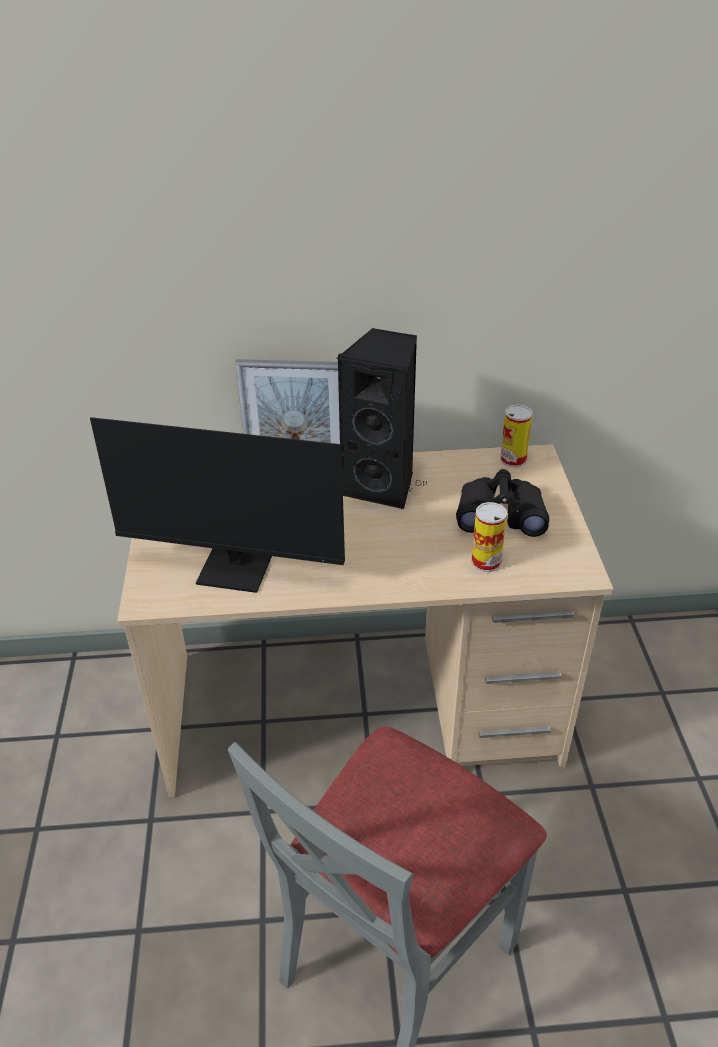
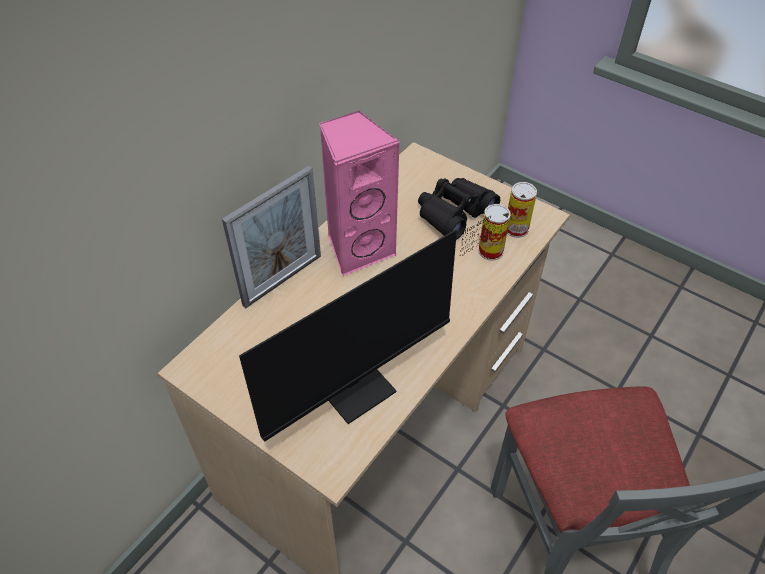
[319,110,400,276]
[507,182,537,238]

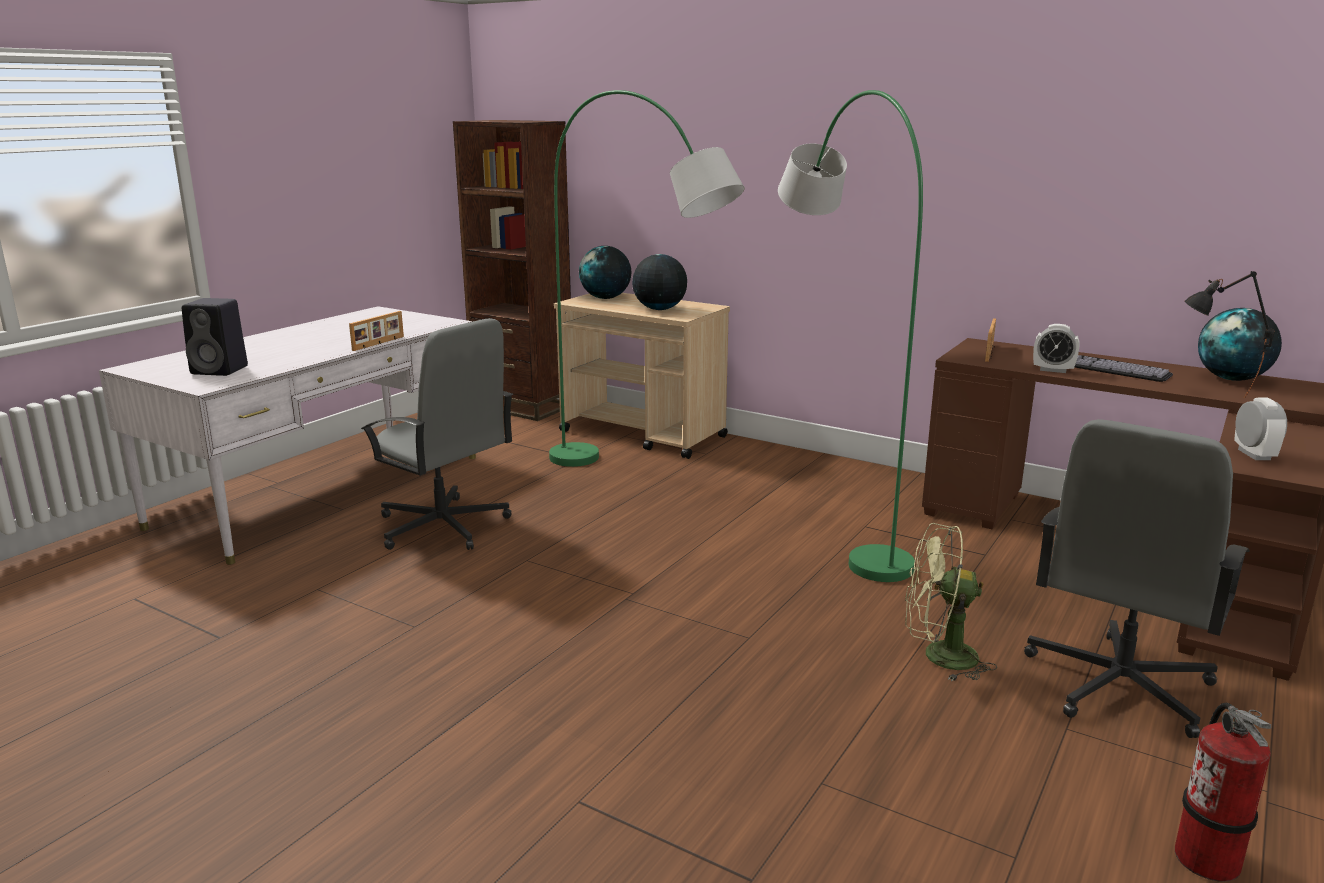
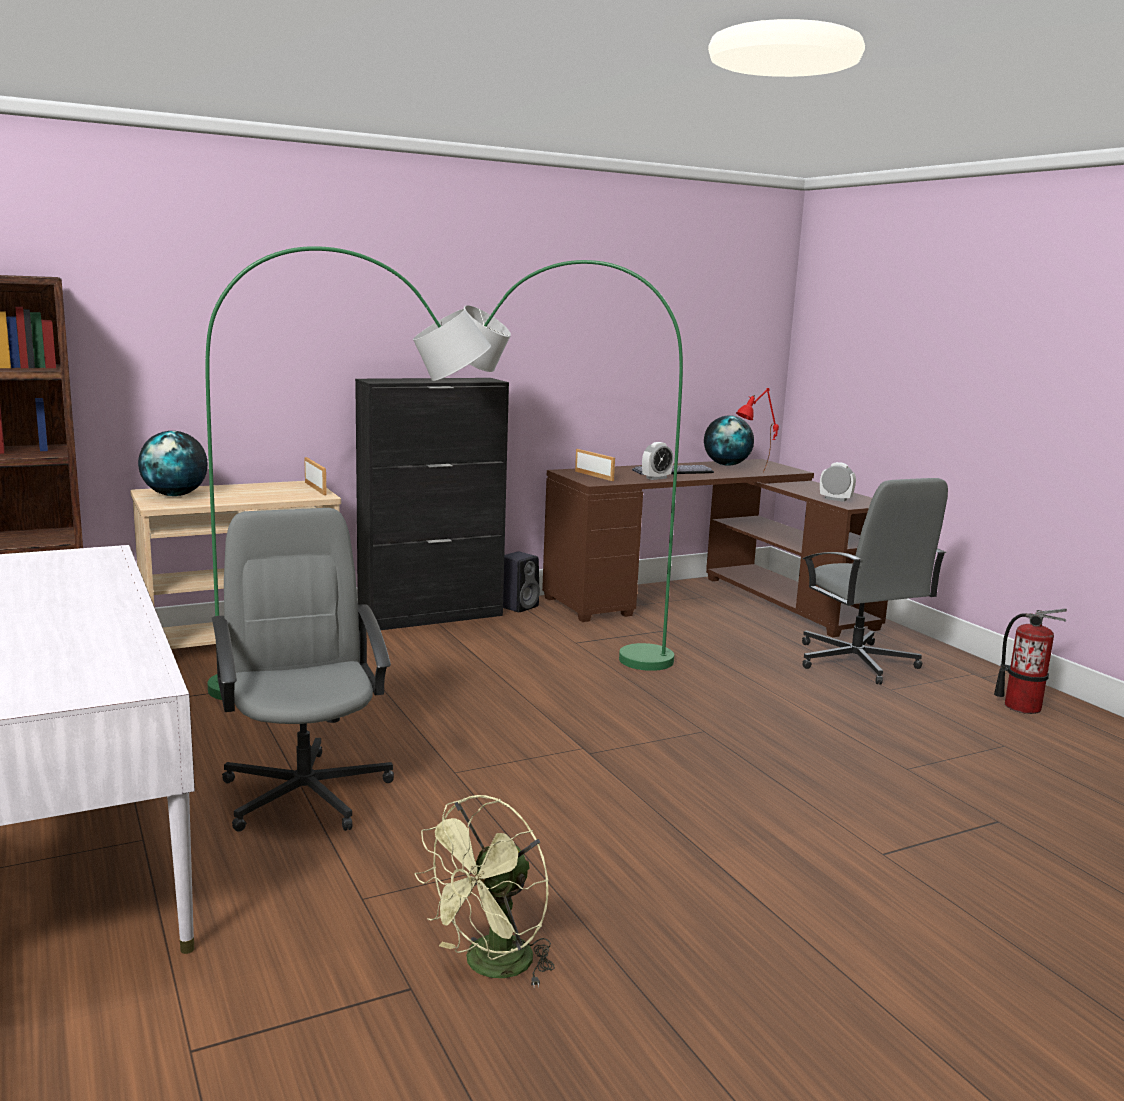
[503,552,540,612]
[304,457,327,495]
[212,508,394,832]
[632,254,687,310] (first image)
[415,795,555,988]
[736,388,779,473]
[355,378,509,630]

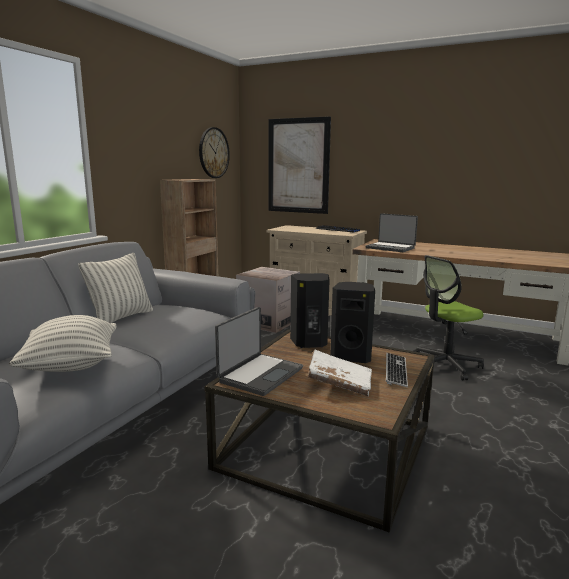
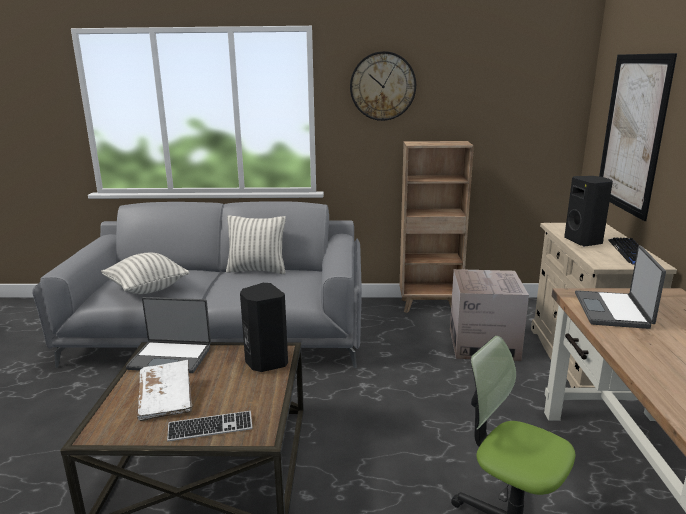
[350,51,416,121]
[564,176,613,247]

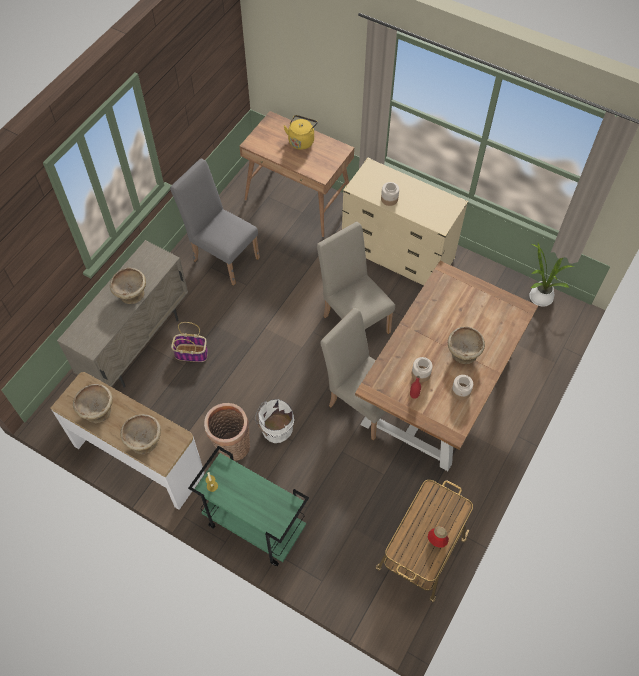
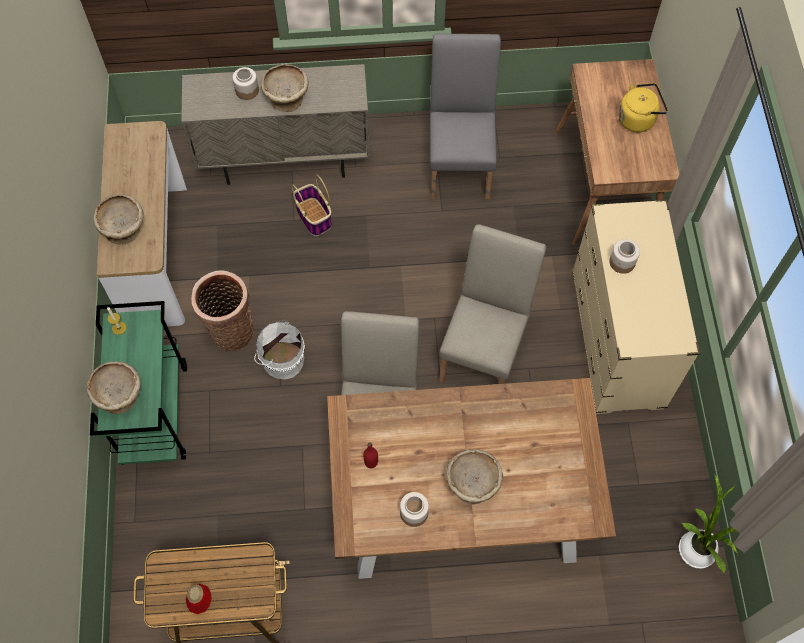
[86,361,141,414]
[233,67,259,100]

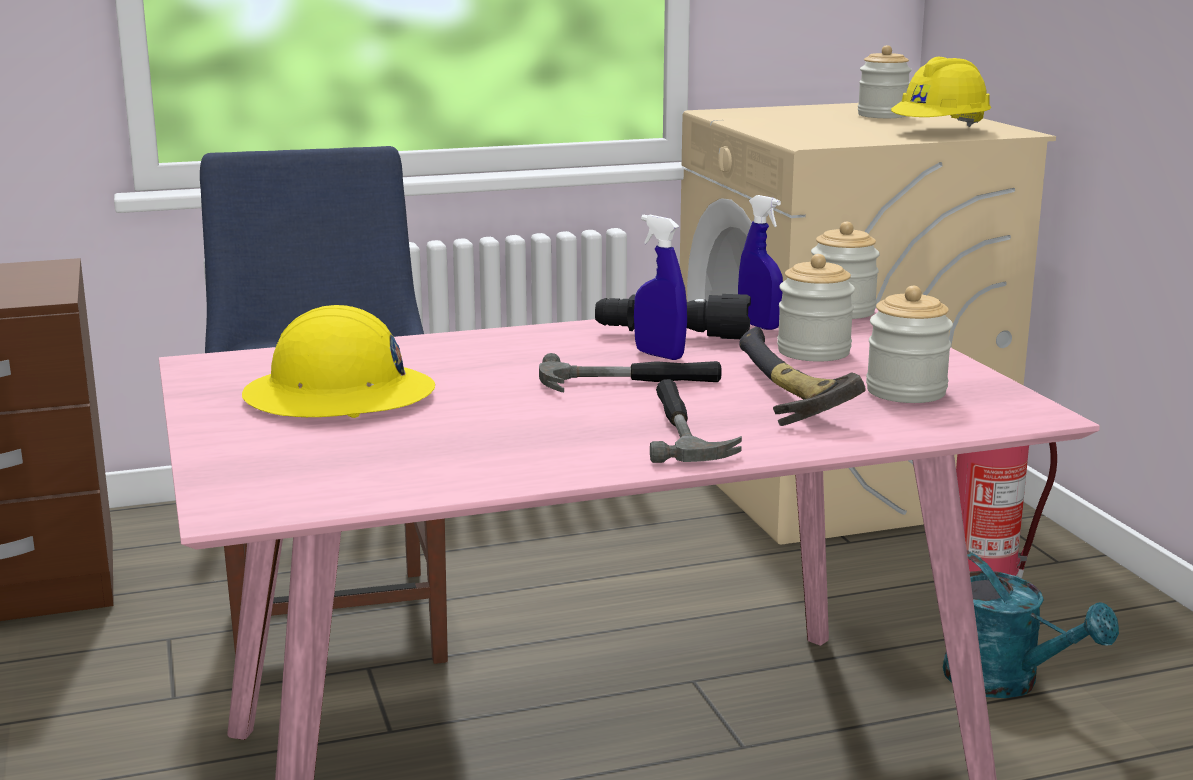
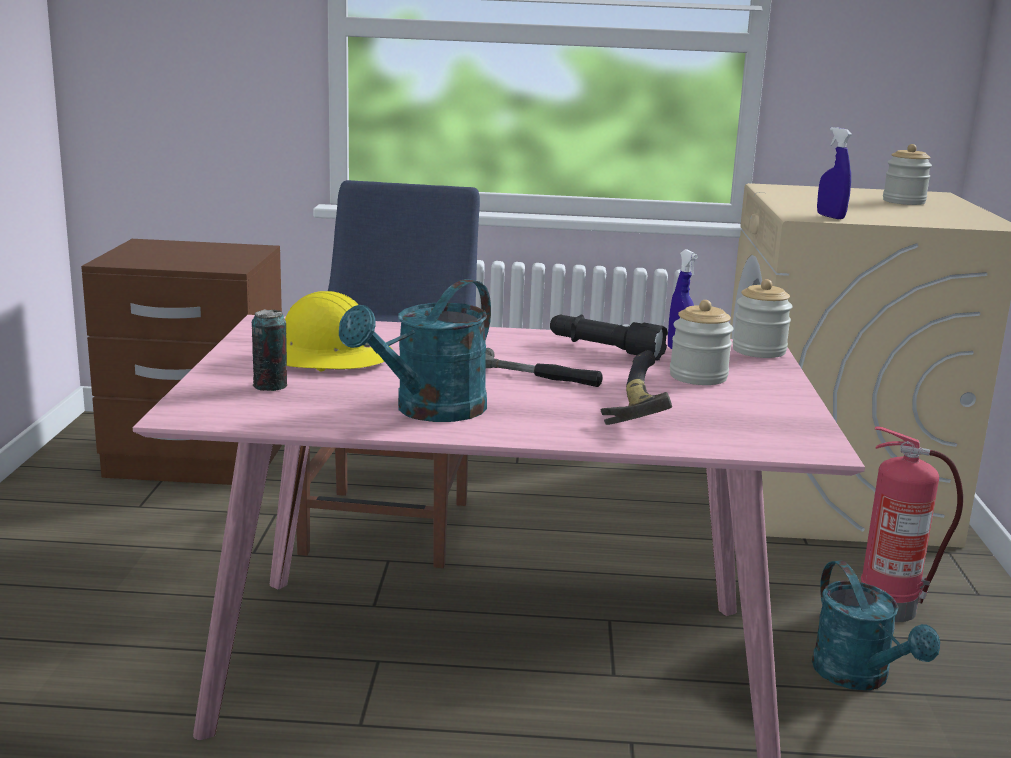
[817,127,852,219]
[650,379,742,463] (first image)
[866,286,953,403] (first image)
[891,57,991,127] (first image)
[252,309,287,391]
[339,279,491,422]

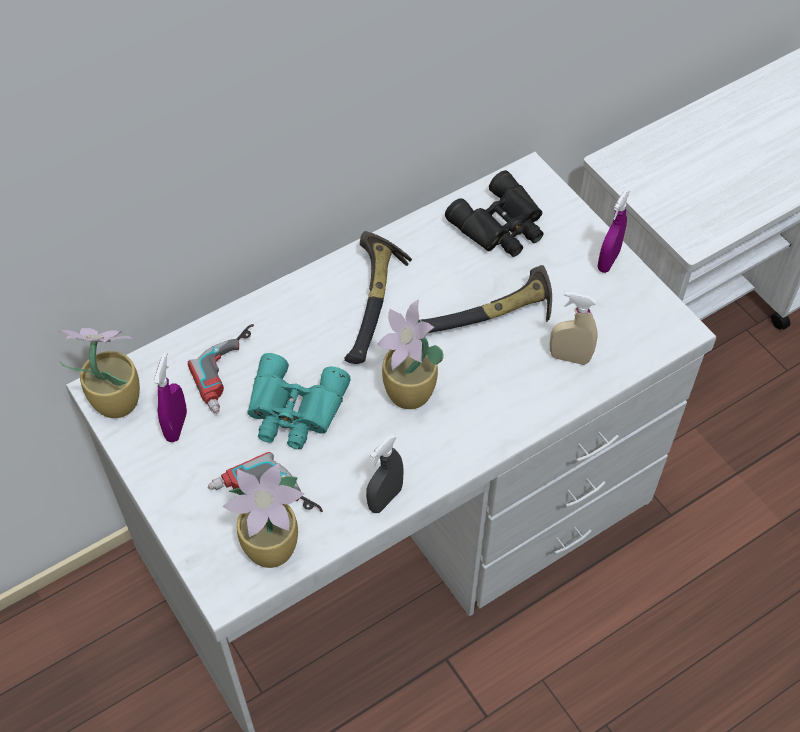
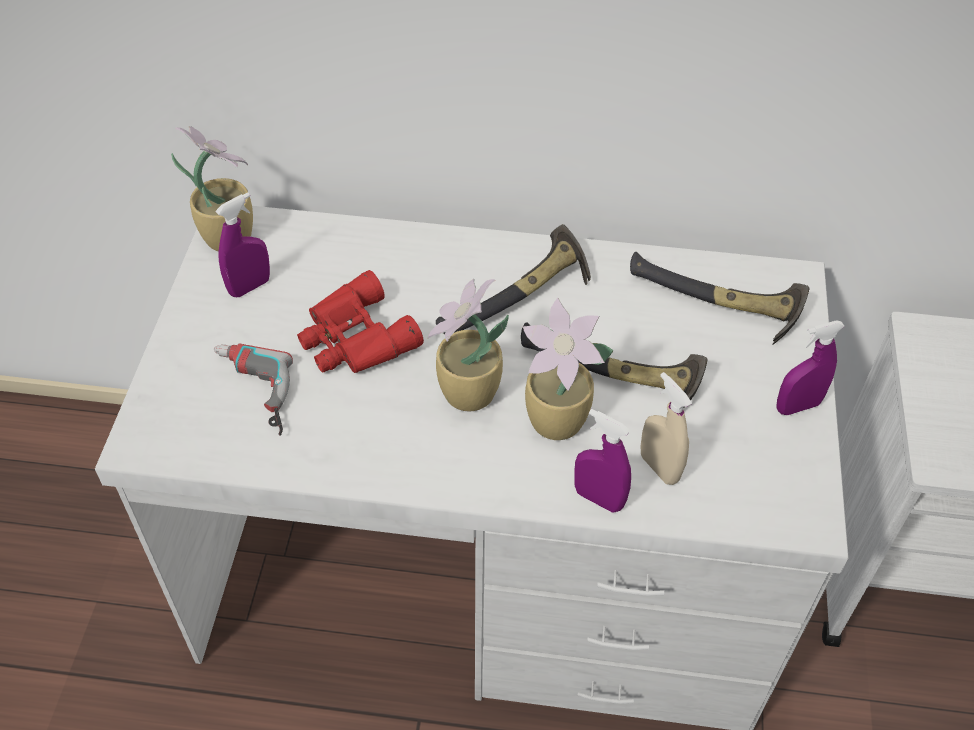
[188,324,254,414] (first image)
[523,298,613,440]
[297,270,424,373]
[366,434,404,513] (first image)
[630,252,809,345]
[574,409,631,513]

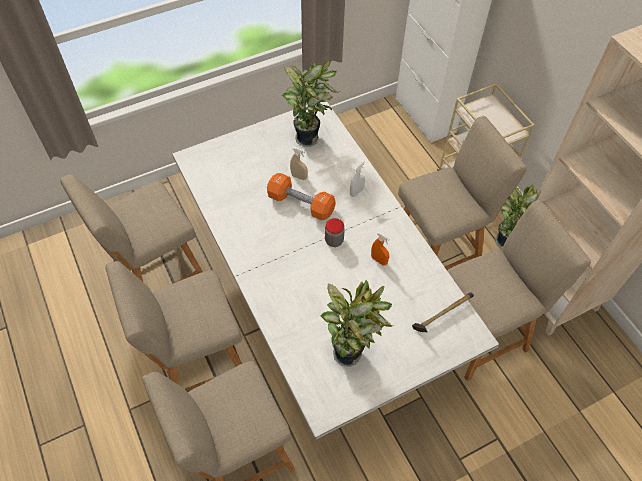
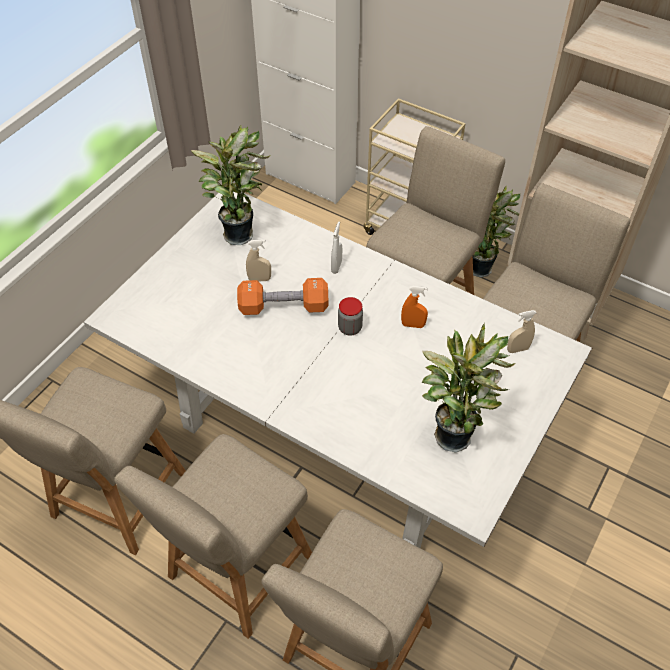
[507,310,536,353]

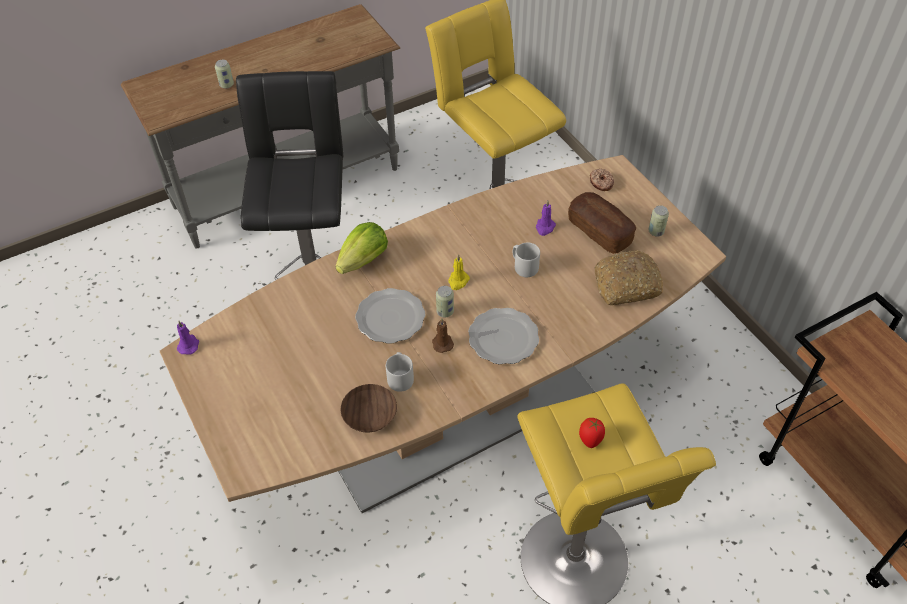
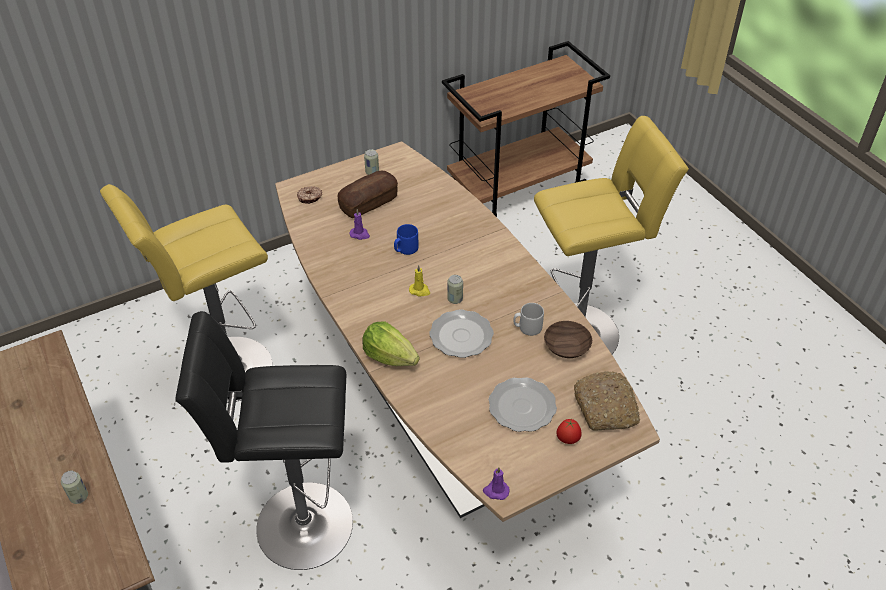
[432,319,454,353] (first image)
[489,377,557,432]
[394,224,419,255]
[556,419,582,444]
[574,371,640,431]

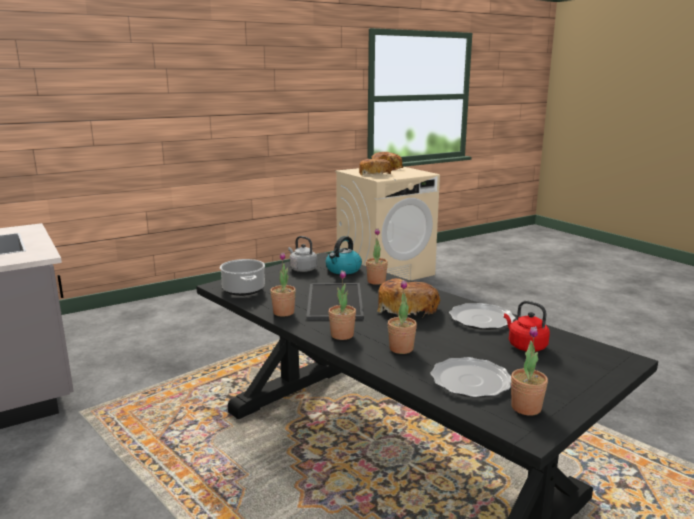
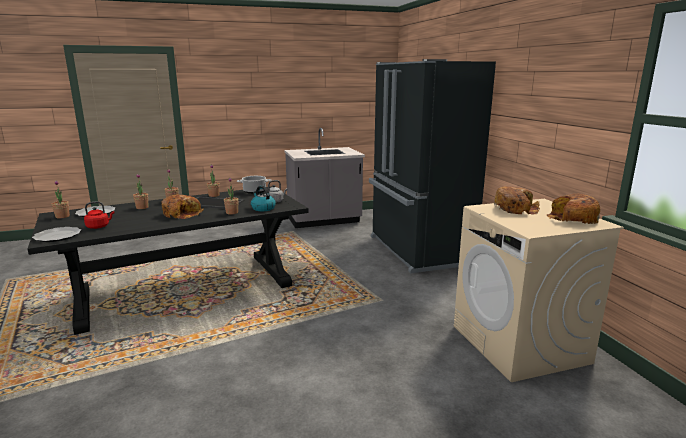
[32,227,81,242]
[369,59,496,274]

